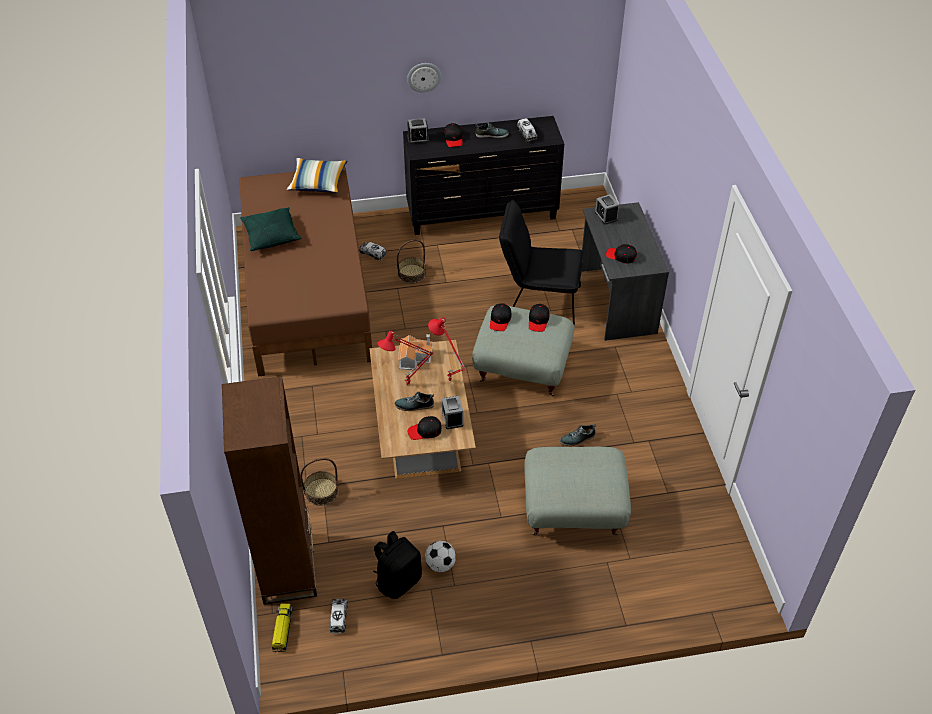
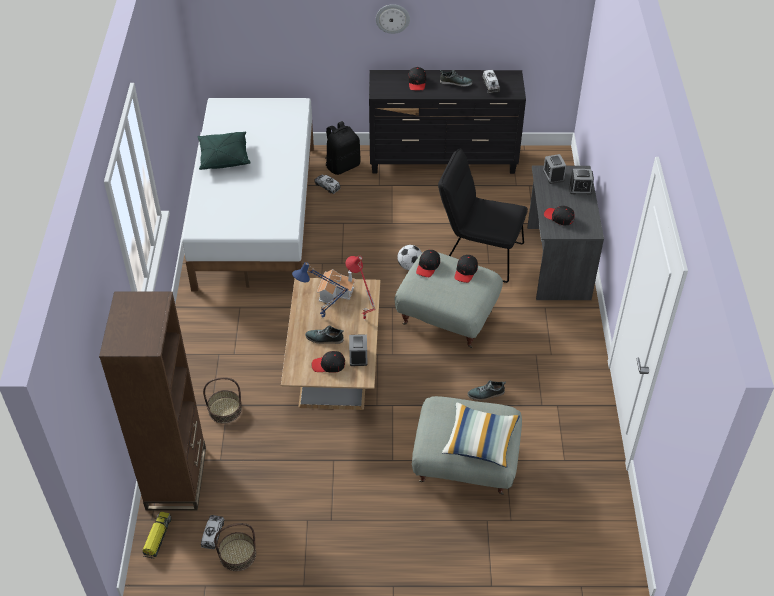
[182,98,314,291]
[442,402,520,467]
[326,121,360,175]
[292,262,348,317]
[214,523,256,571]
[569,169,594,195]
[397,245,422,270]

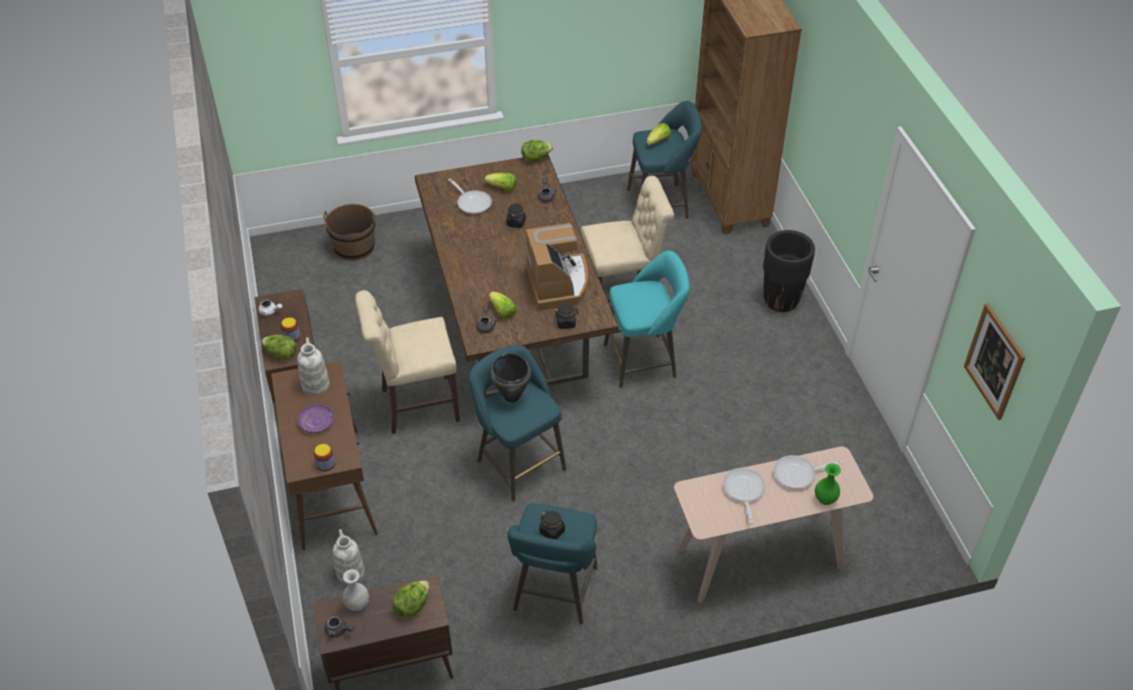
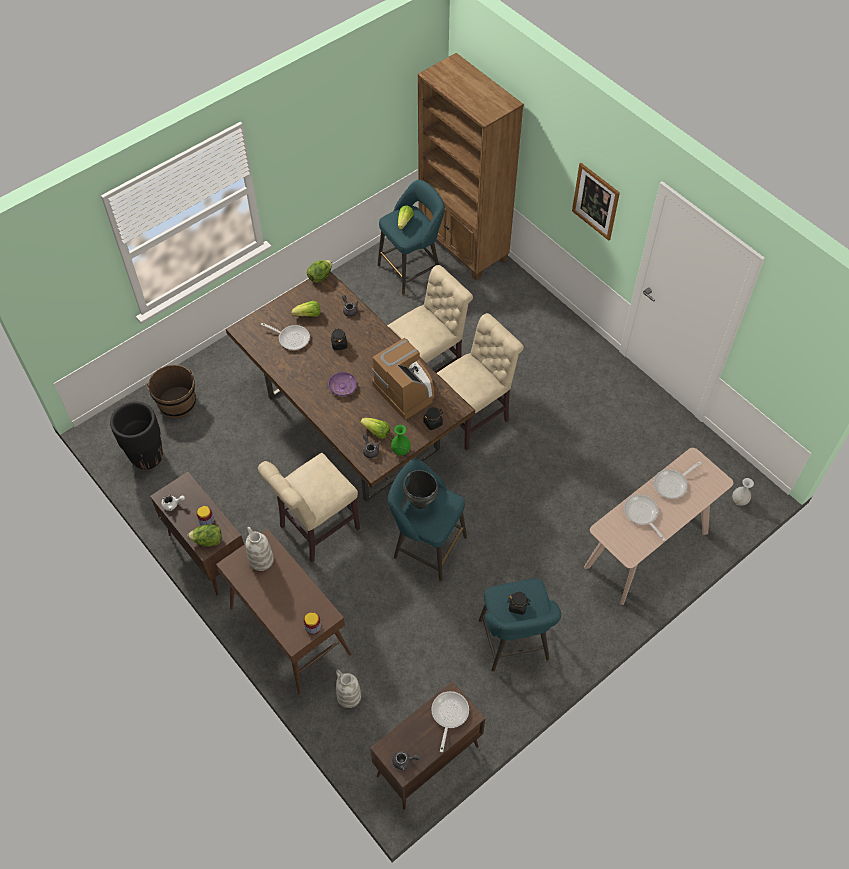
[328,372,357,396]
[732,478,754,506]
[431,691,469,752]
[437,313,524,451]
[110,401,163,470]
[391,425,411,456]
[572,163,620,241]

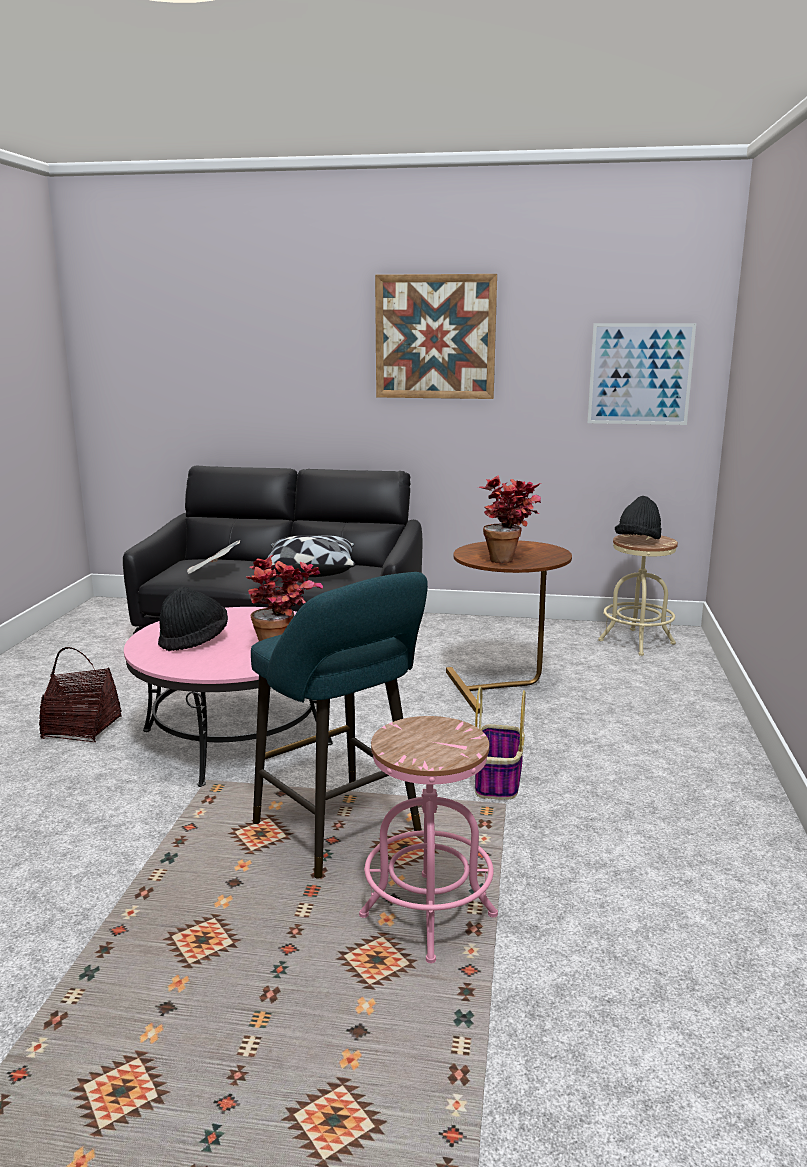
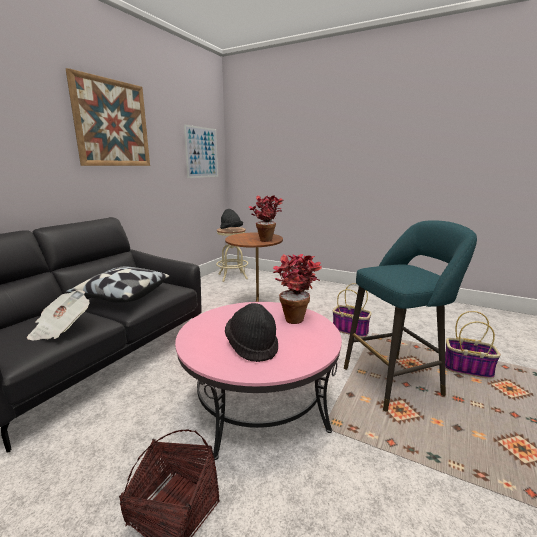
[445,311,501,379]

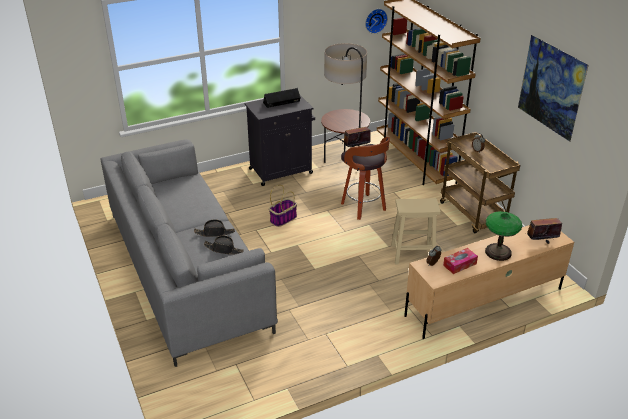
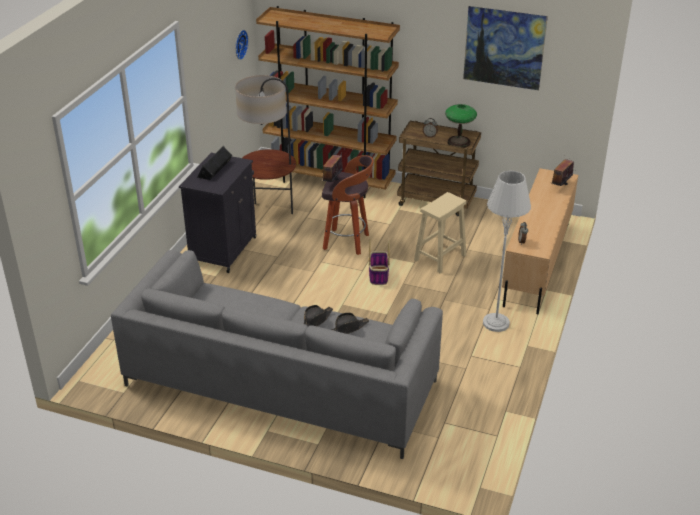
[369,239,390,285]
[443,248,478,274] (first image)
[445,104,477,148]
[483,171,531,332]

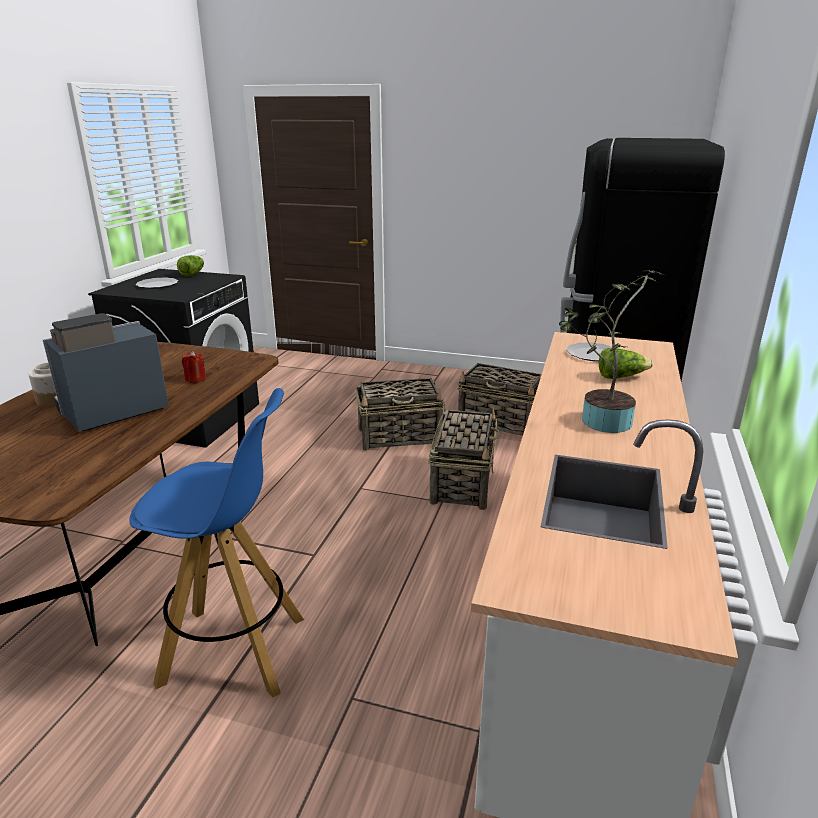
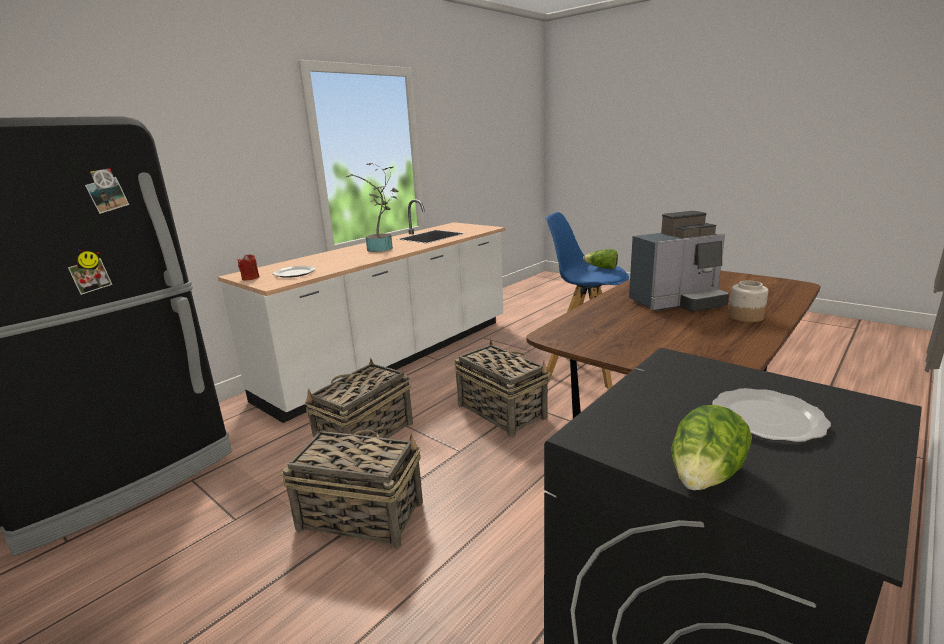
[238,254,260,281]
[454,339,550,437]
[583,249,618,269]

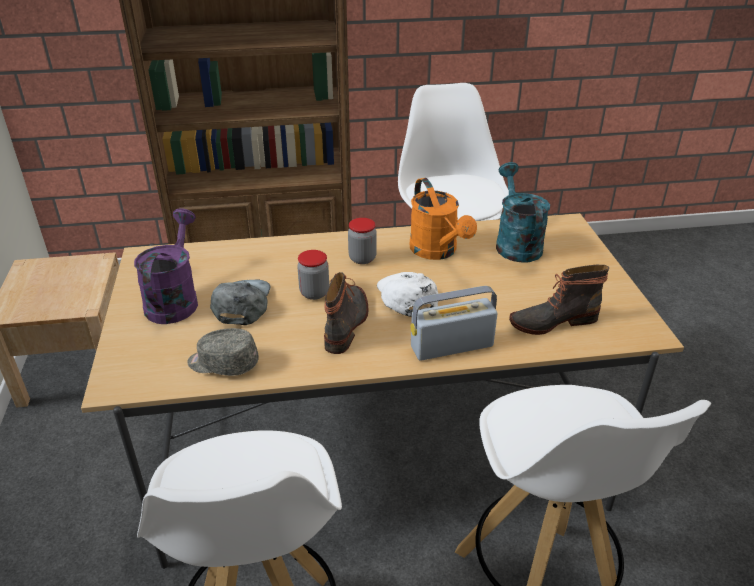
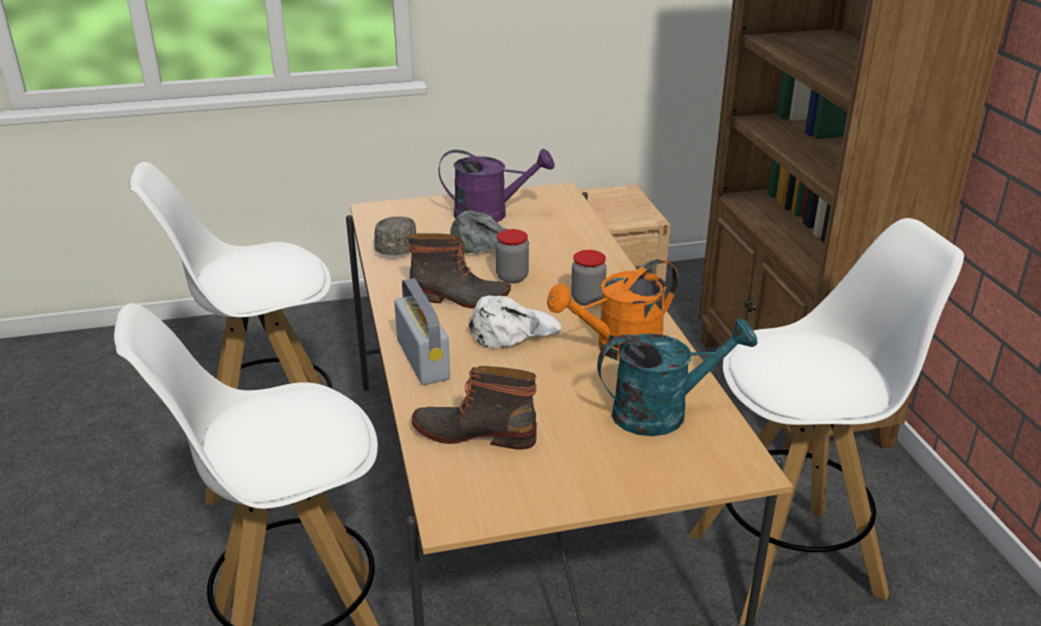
[412,366,537,450]

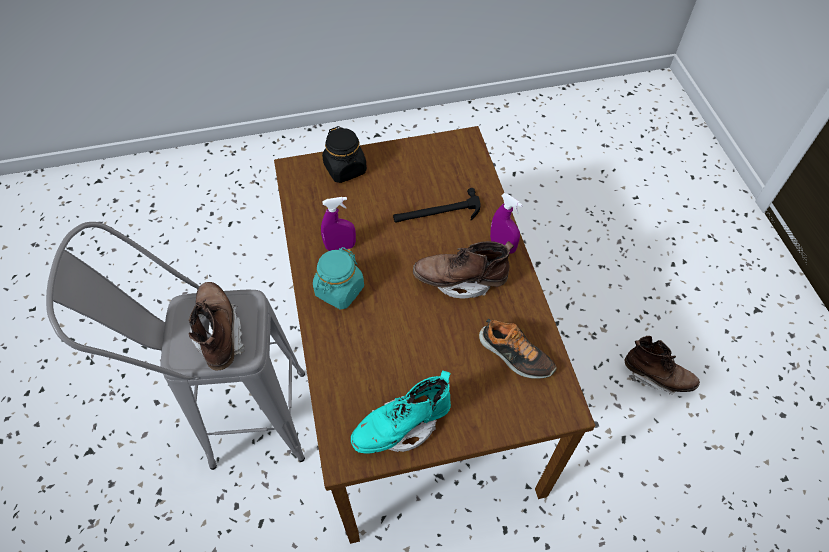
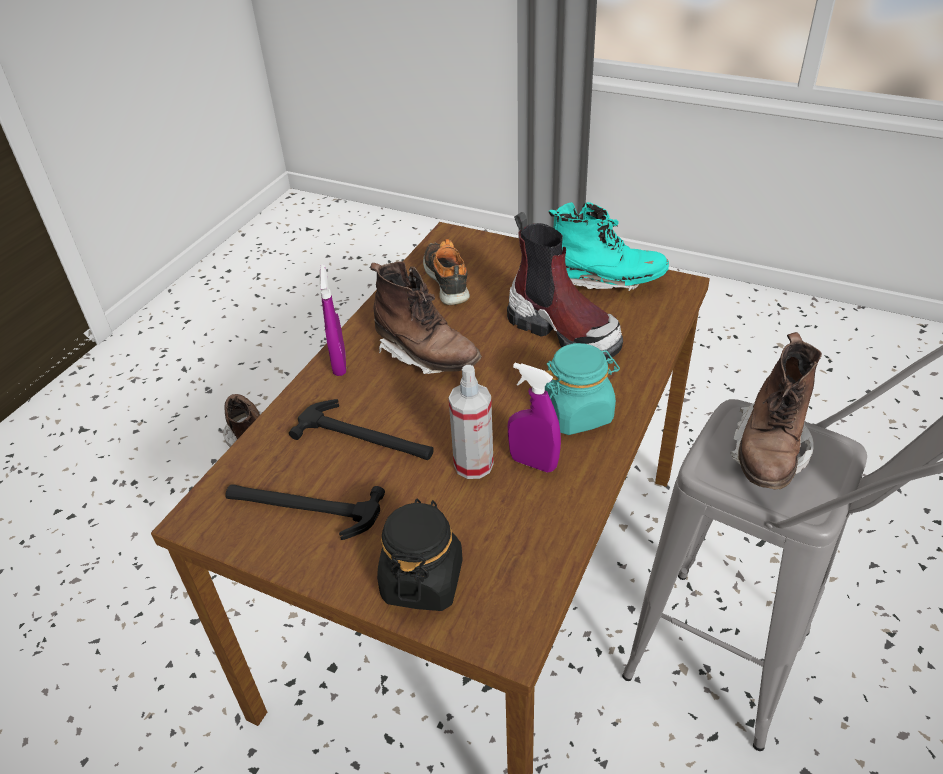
[225,484,385,540]
[448,365,494,479]
[507,212,623,360]

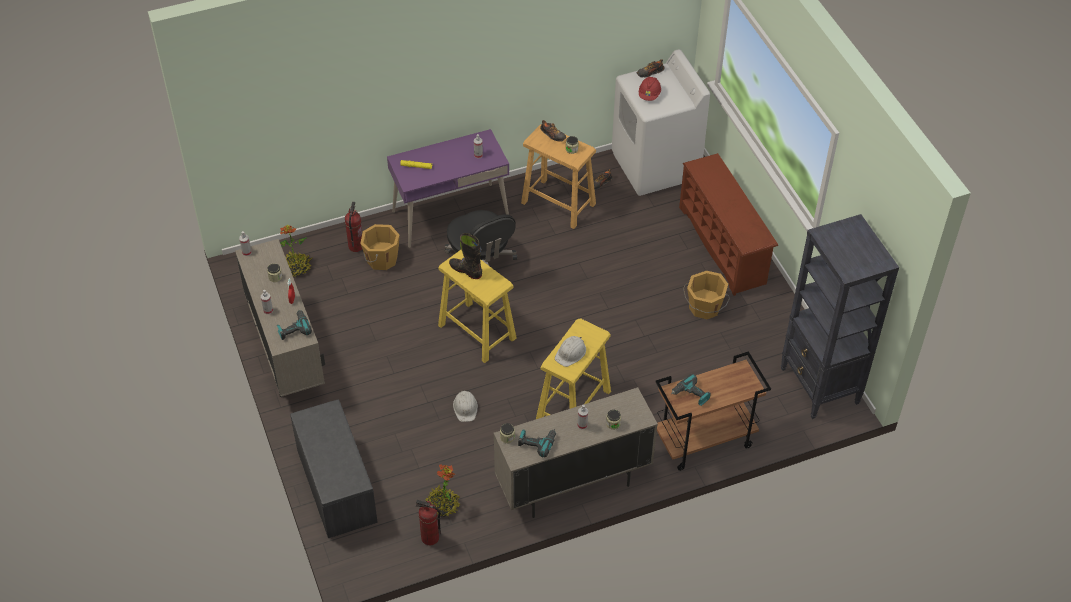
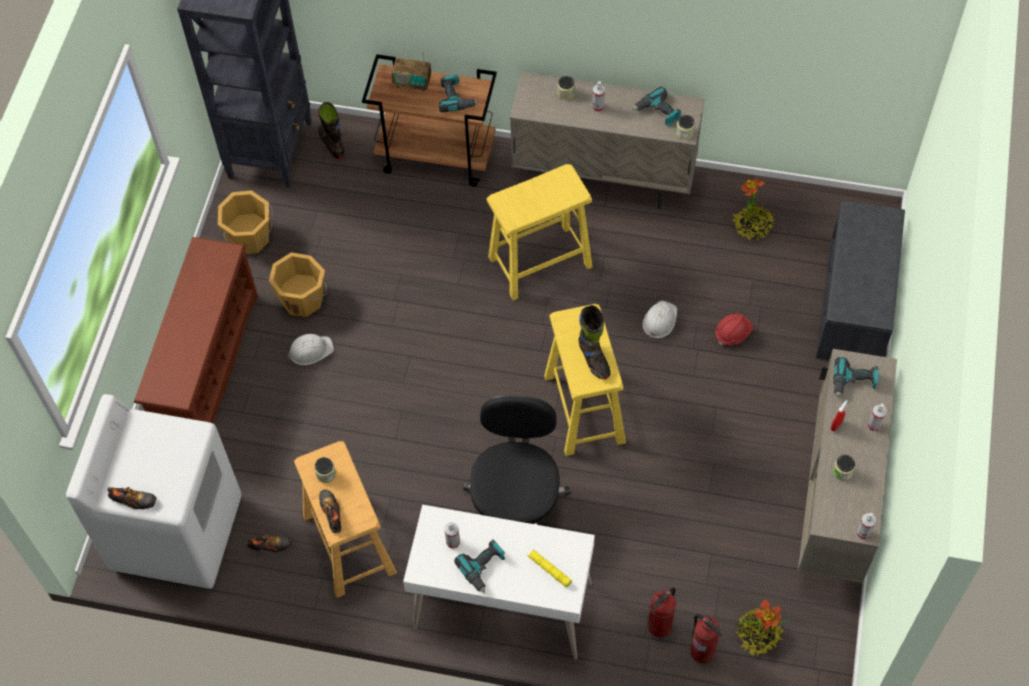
[218,190,274,254]
[403,505,595,660]
[690,614,722,663]
[288,334,334,365]
[716,314,753,346]
[318,102,345,159]
[391,51,431,92]
[454,540,505,593]

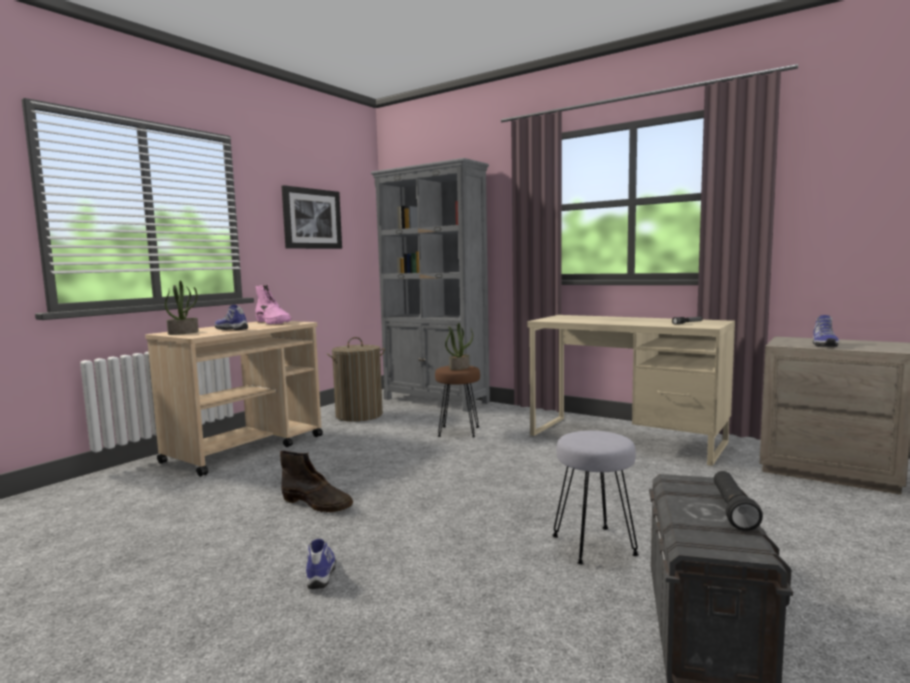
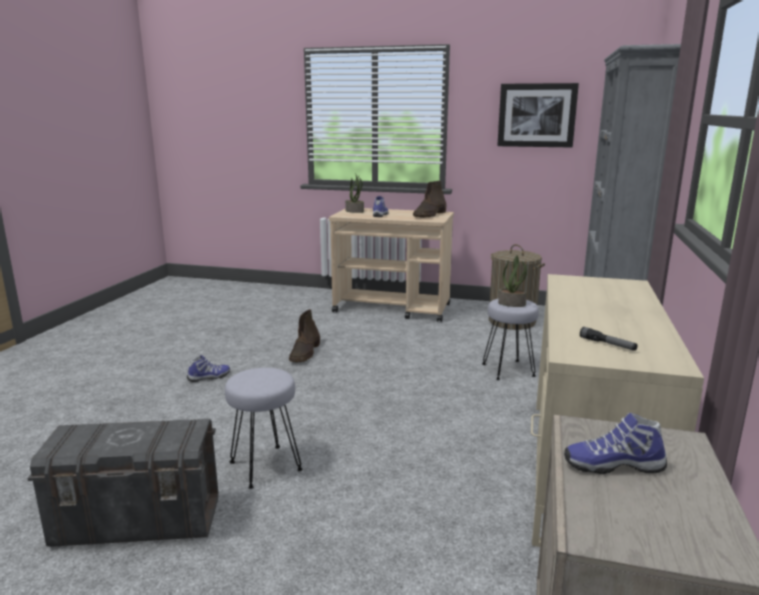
[413,181,446,218]
[482,298,539,380]
[714,471,763,531] (first image)

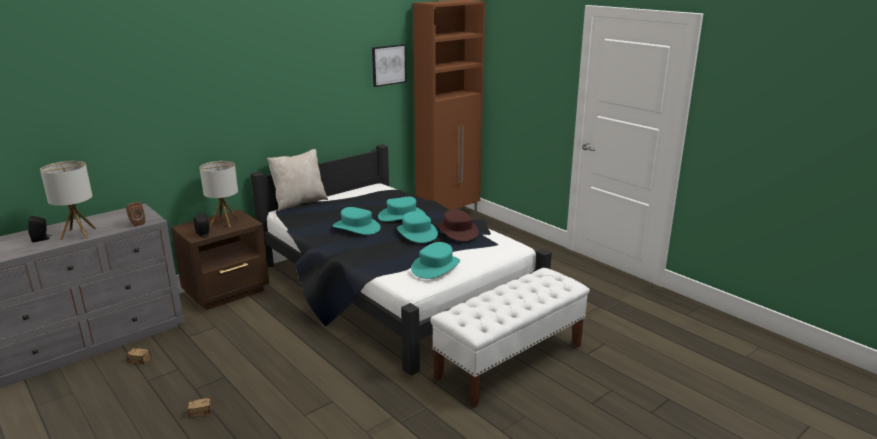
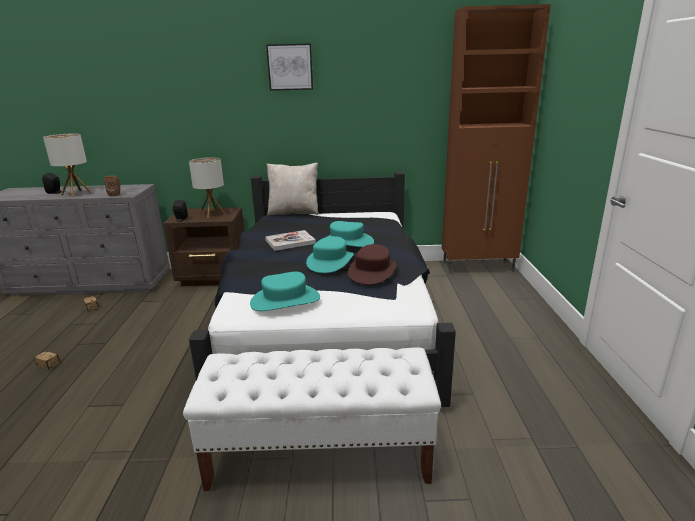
[265,230,316,251]
[266,43,313,91]

